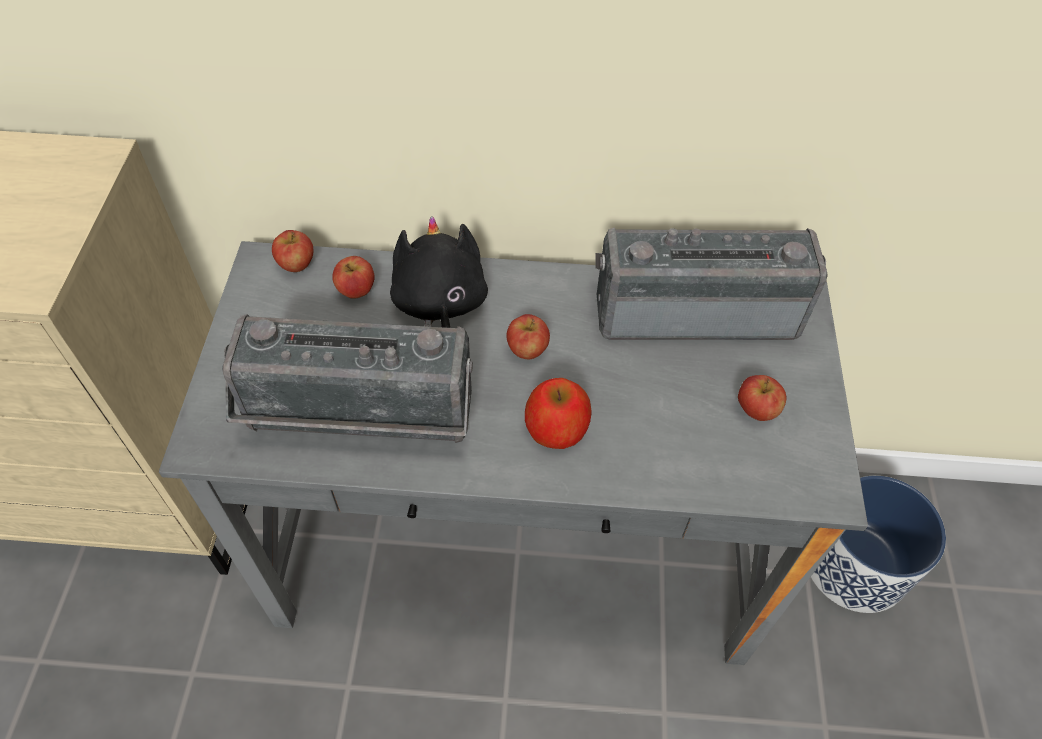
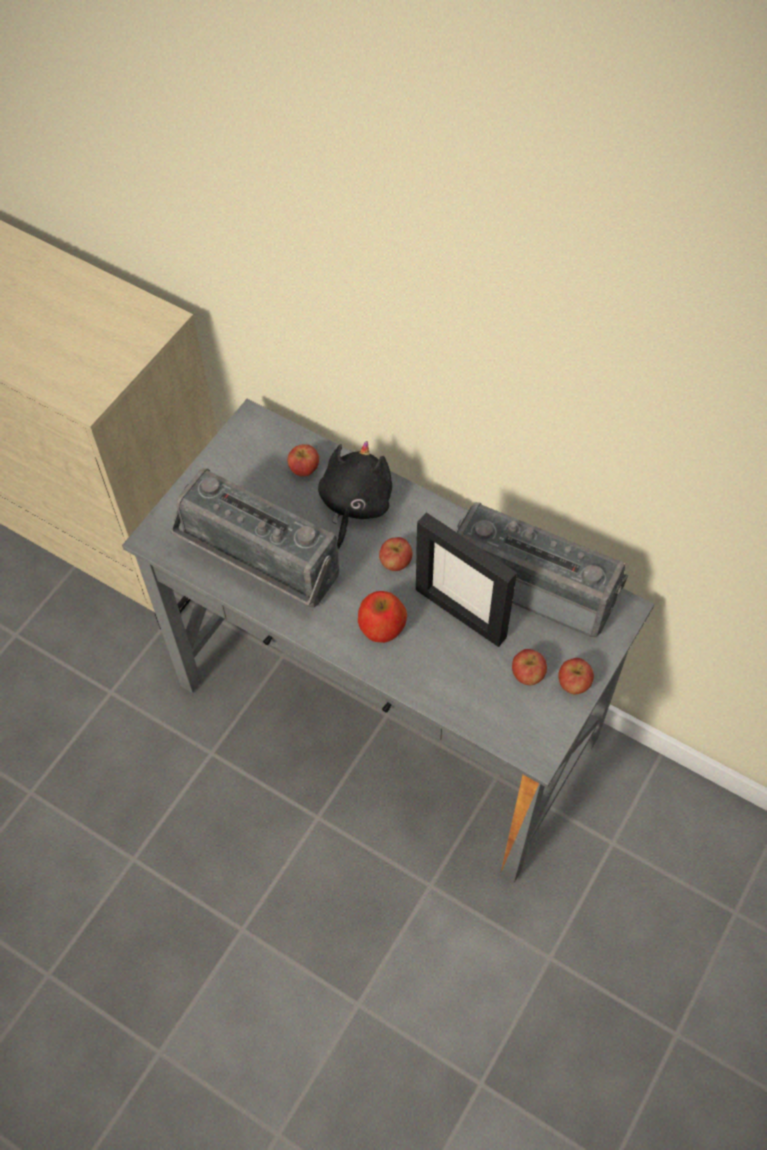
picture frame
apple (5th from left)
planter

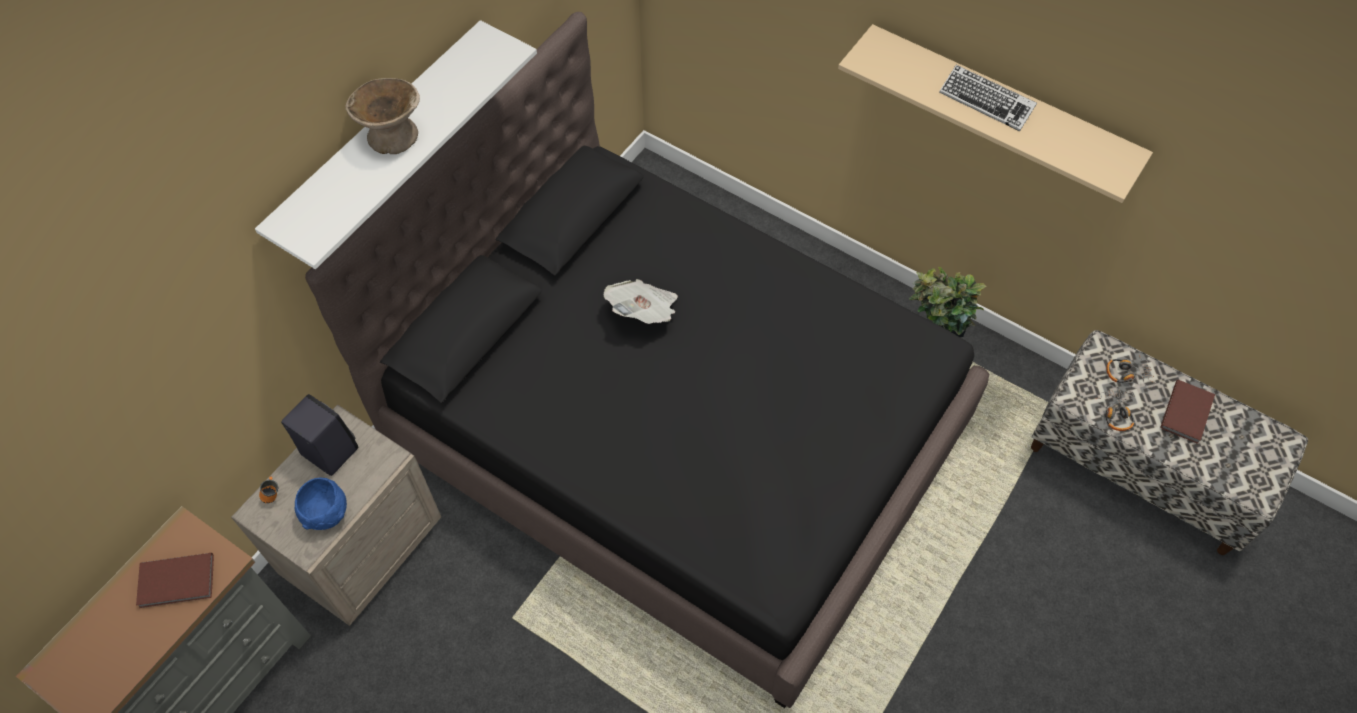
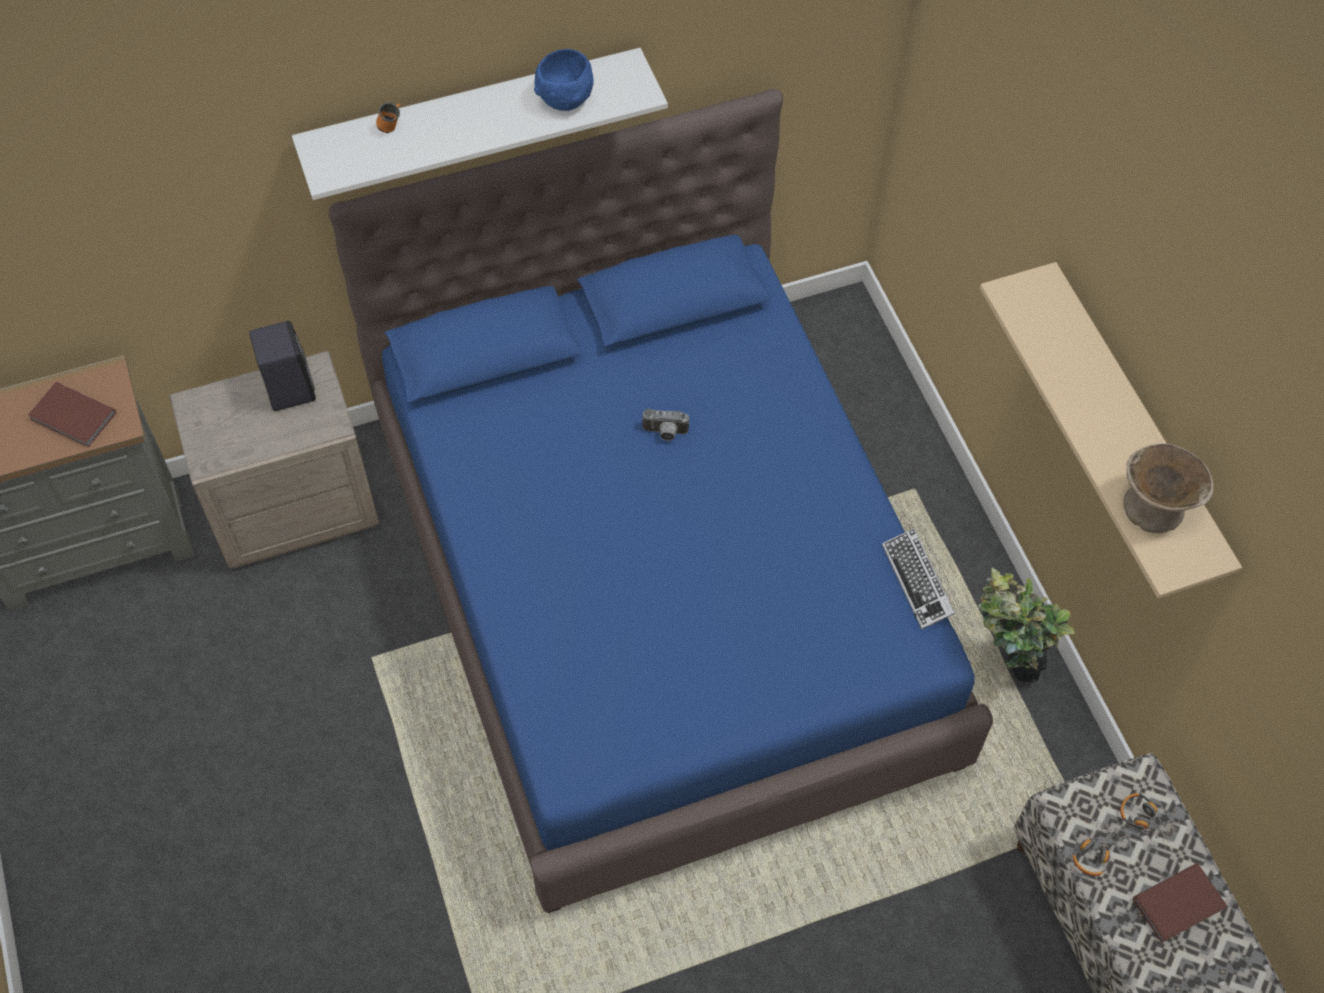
sleeping bed (blue)
tea mug (orangey)
bowl (blue)
still camera
keyboard
bowl (beige-coloured)

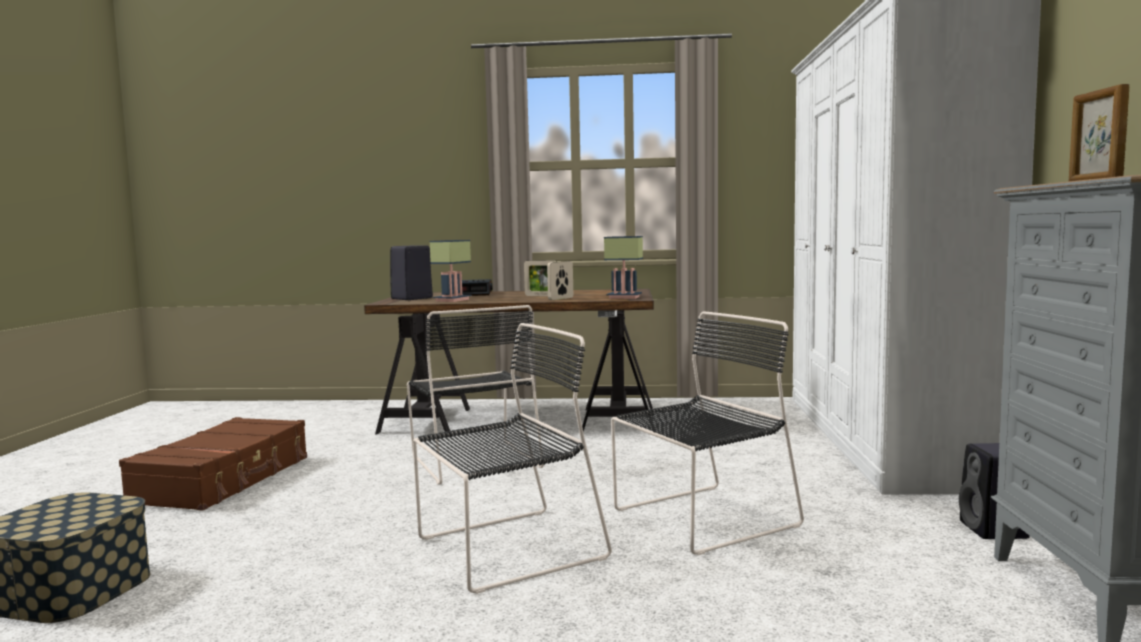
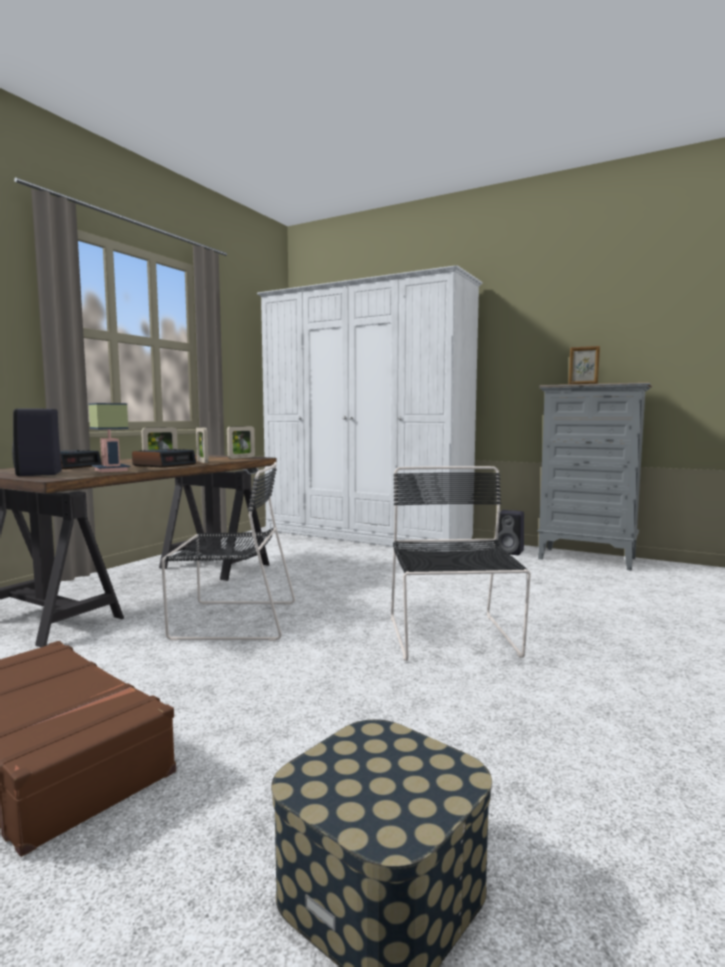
bedside clock (2nd from left)
picture frame (3rd from left)
chair (blackish) (3rd from left in the first image)

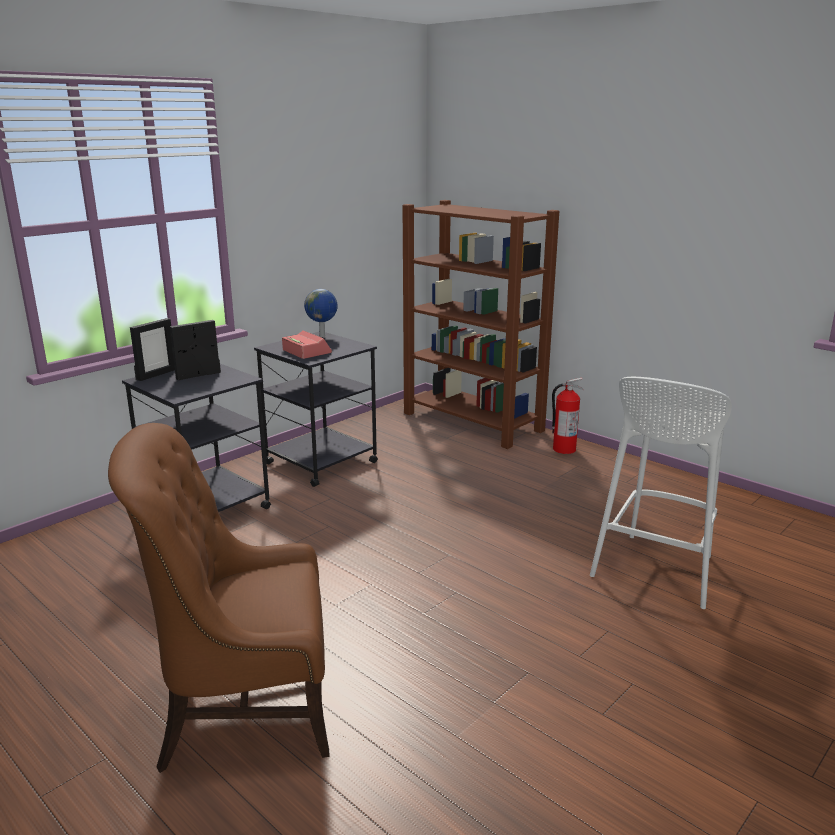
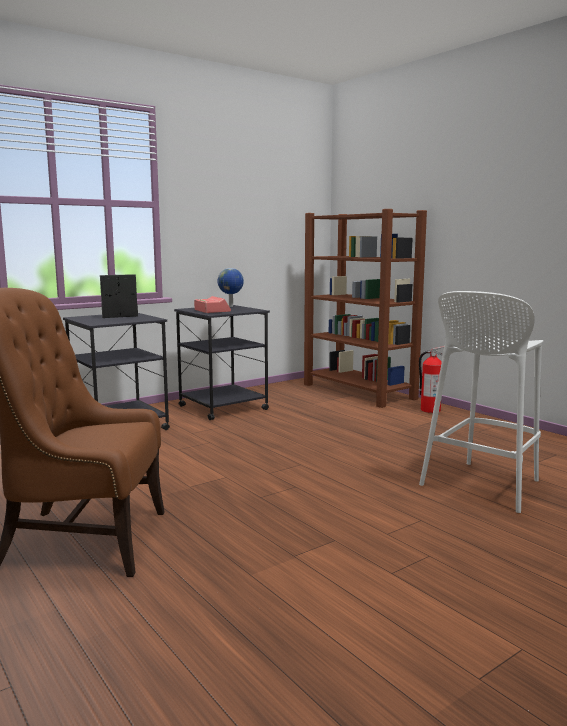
picture frame (1st from left in the first image)

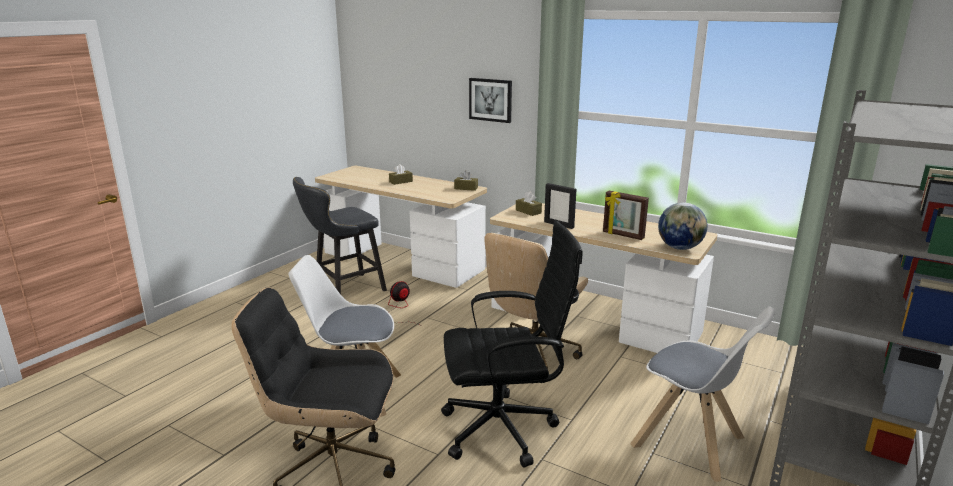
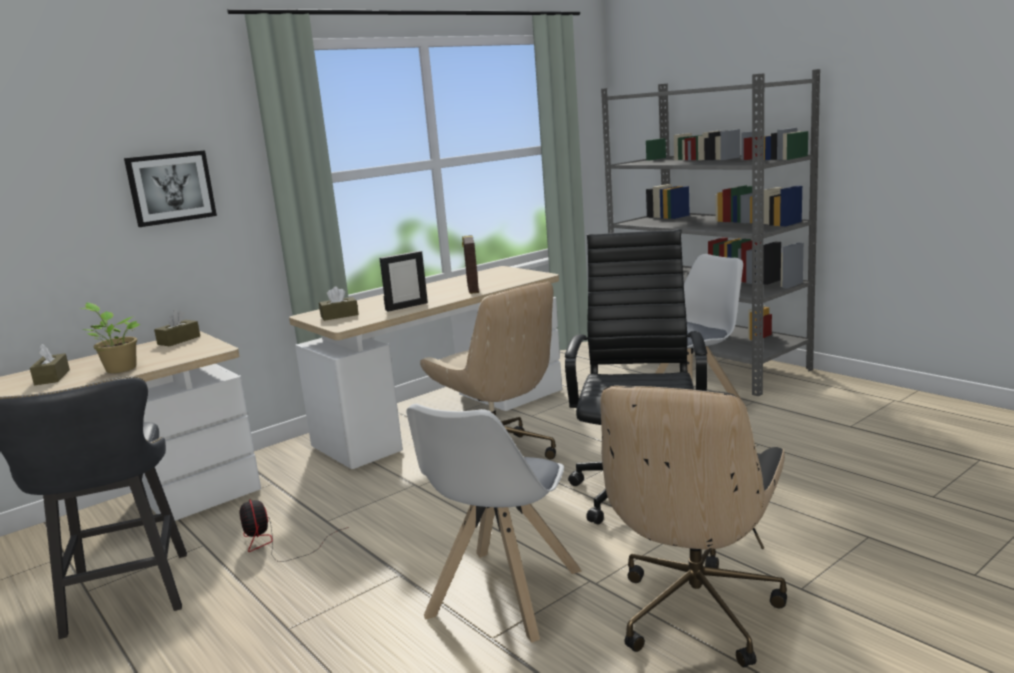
potted plant
picture frame (2nd from left)
world globe

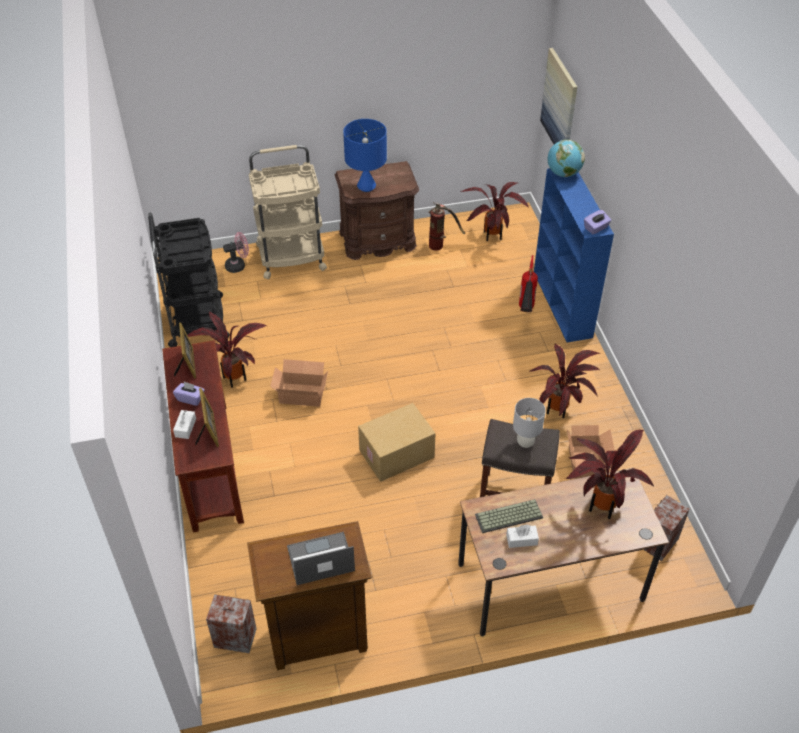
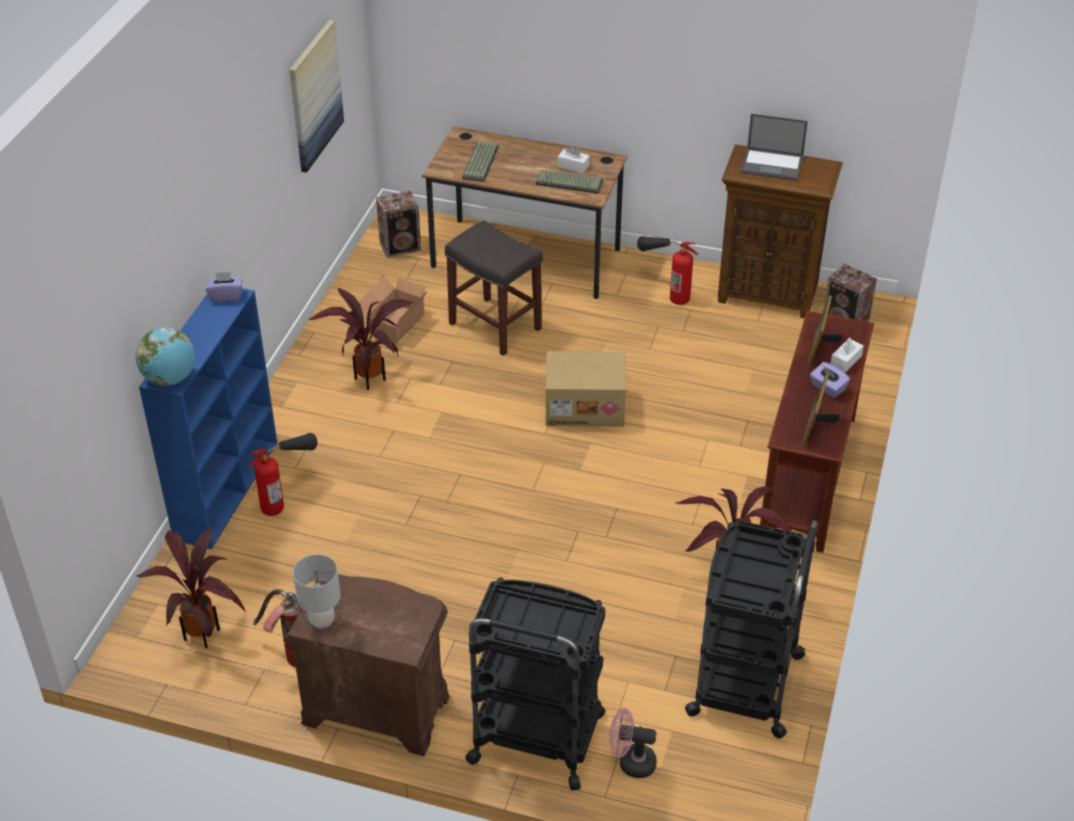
wall art
table lamp (grey)
keyboard (1st from left)
wheeled cart (blackish) (1st from left)
extinguisher (3rd from left)
carton (1st from left in the first image)
table lamp (blue)

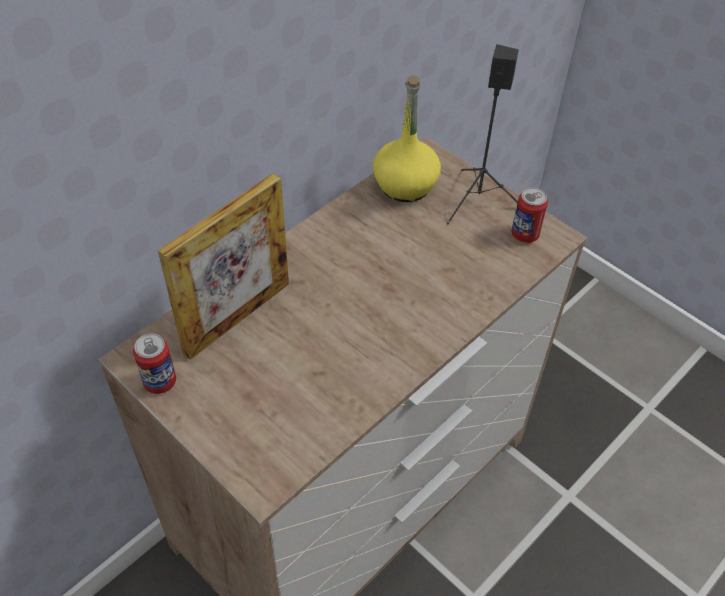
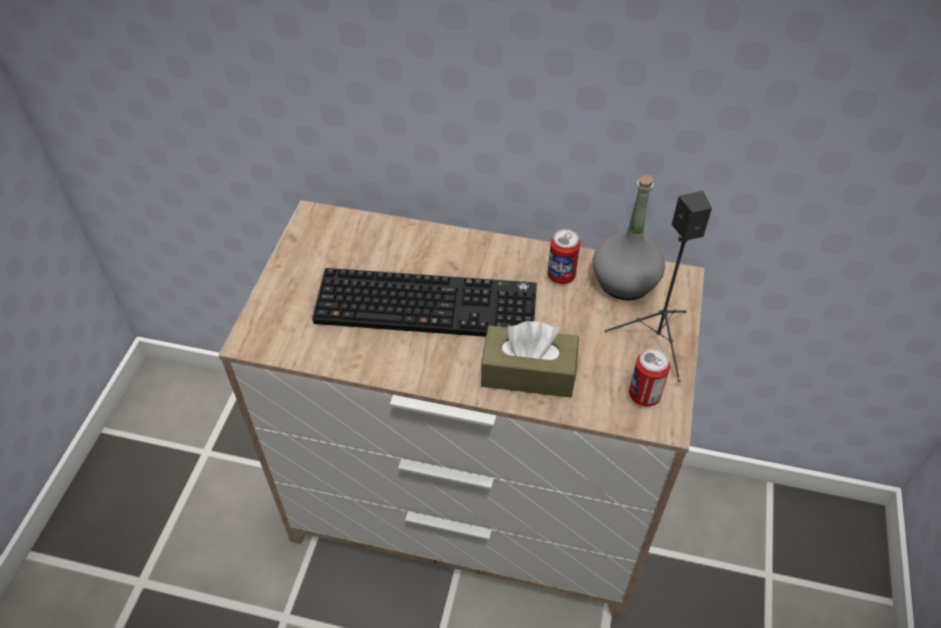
keyboard
box of tissues (brownish)
metal can (1st from left)
drink bottle (grey)
picture frame

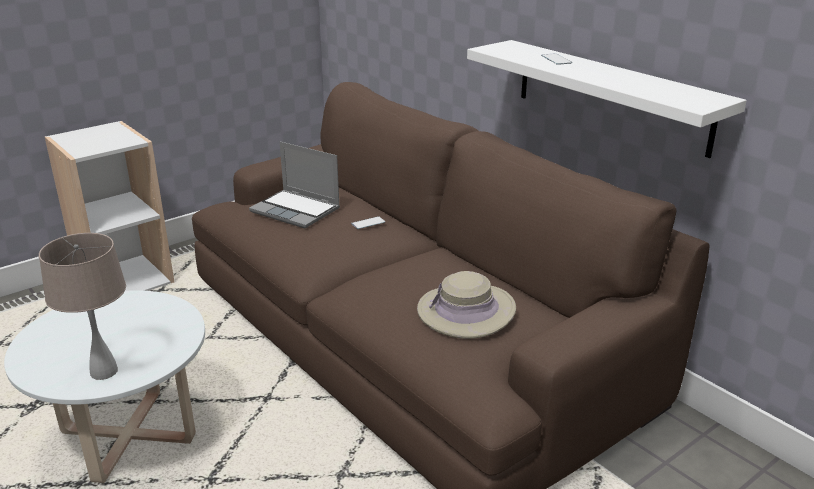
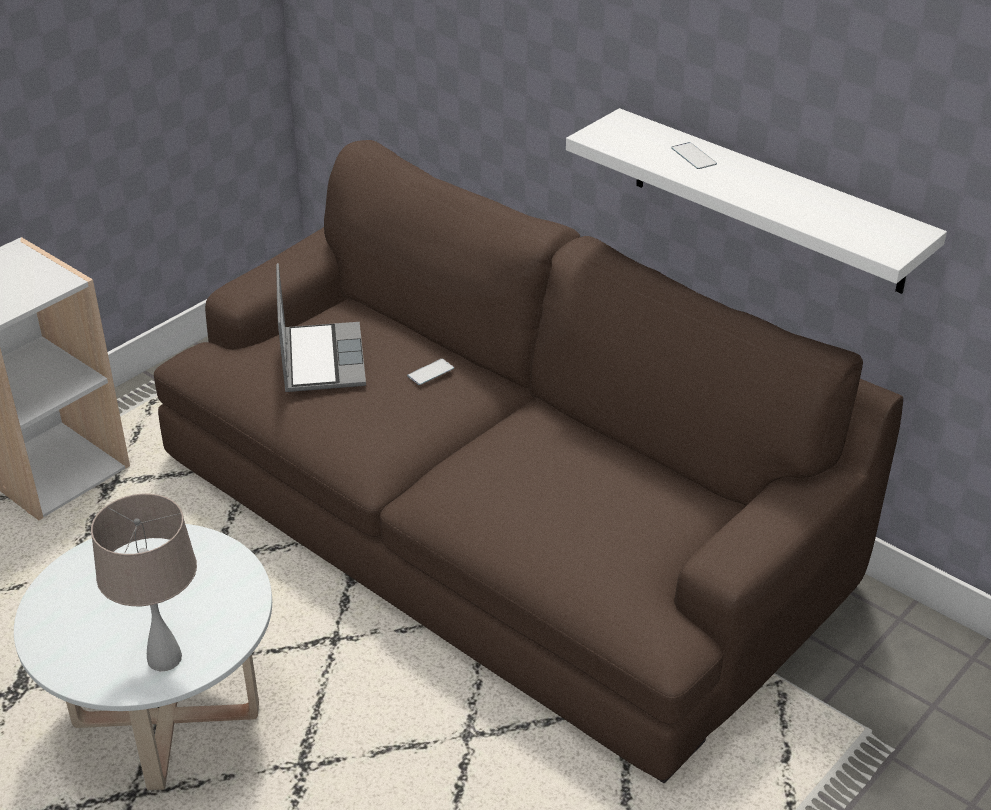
portable computer
hat (beige-coloured)

